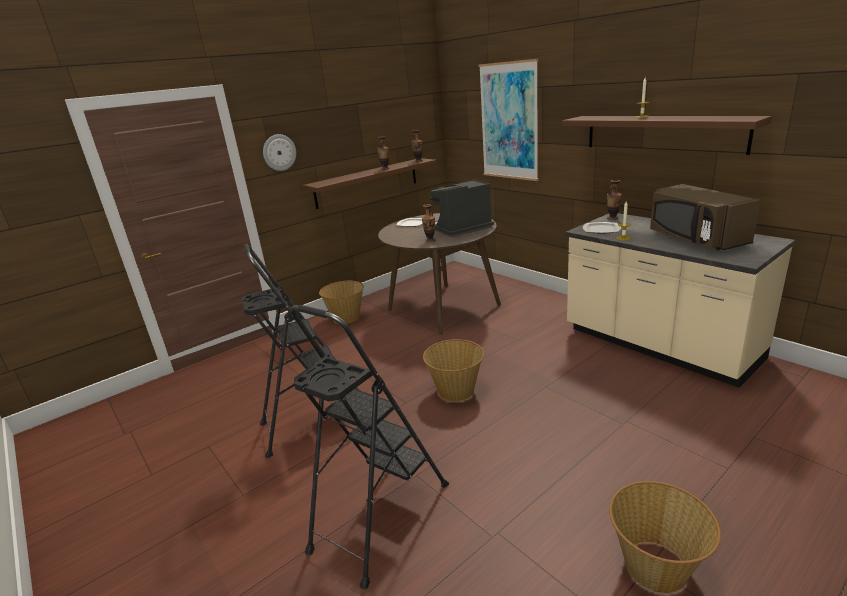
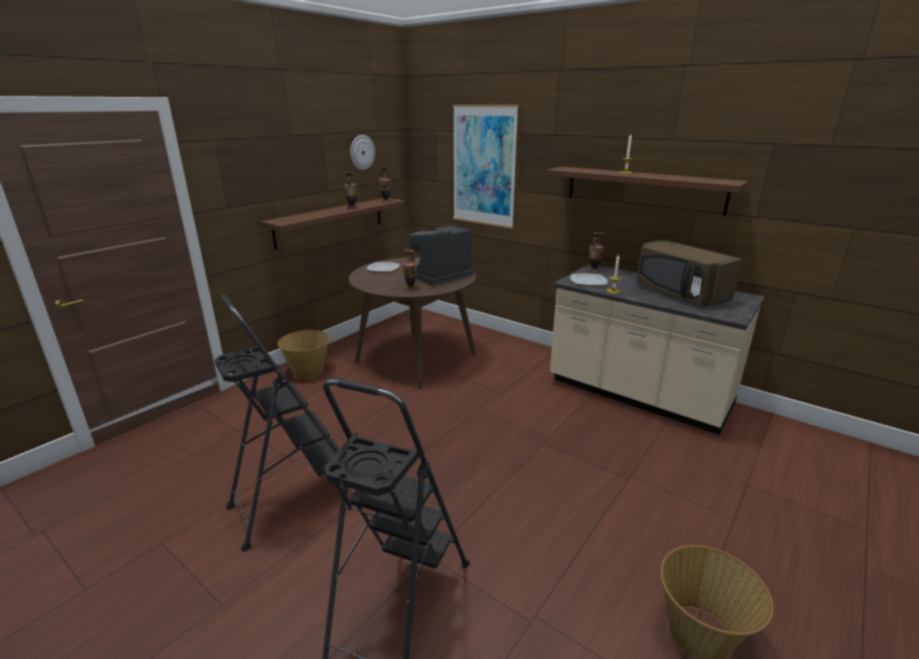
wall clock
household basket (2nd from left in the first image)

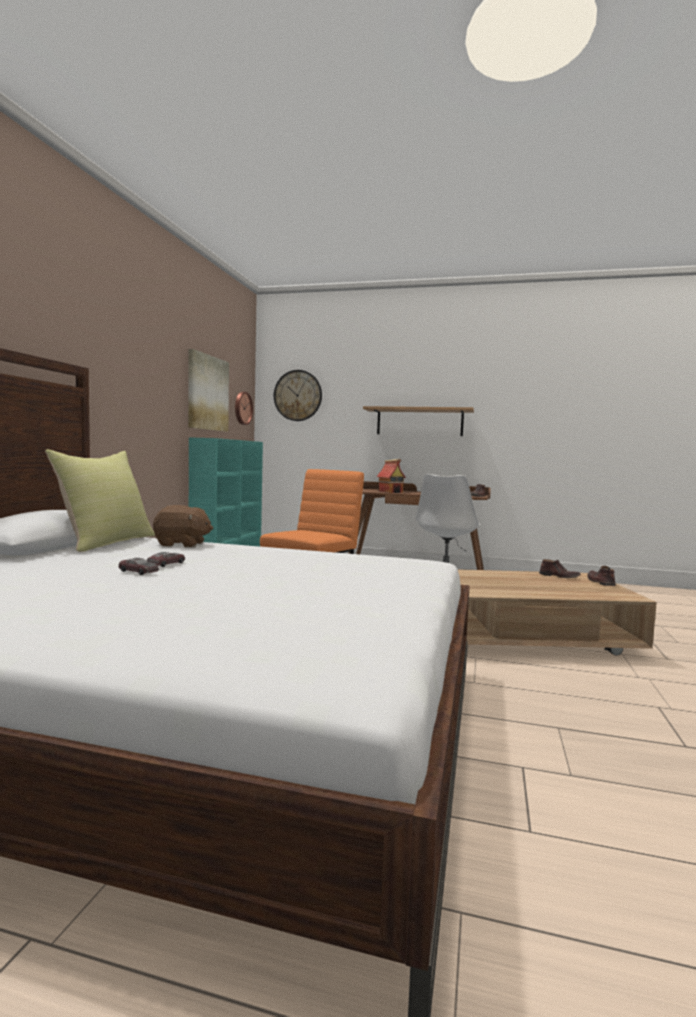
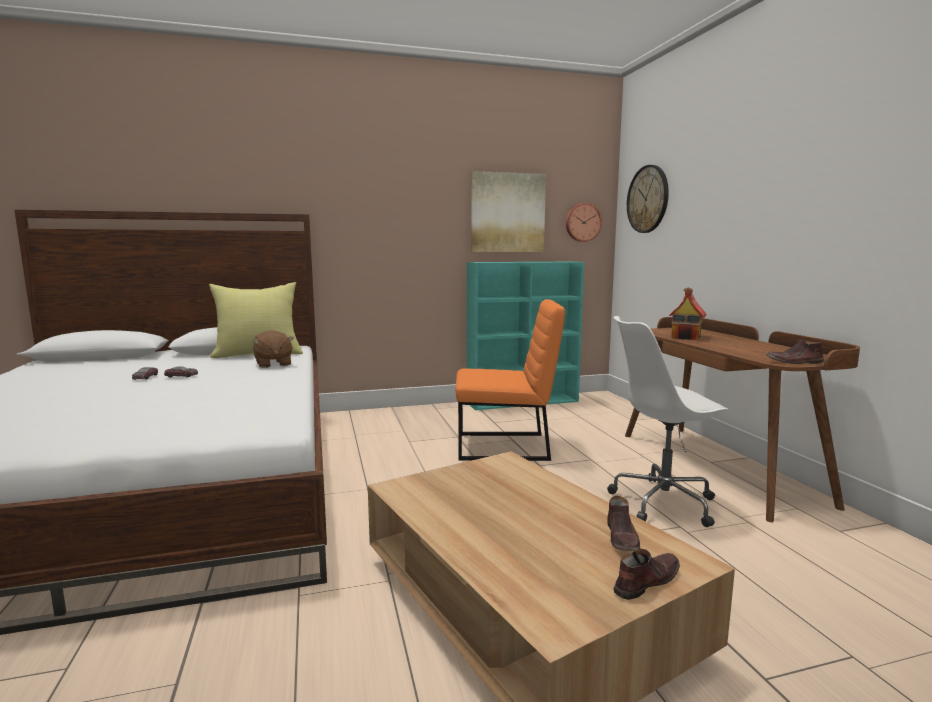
wall shelf

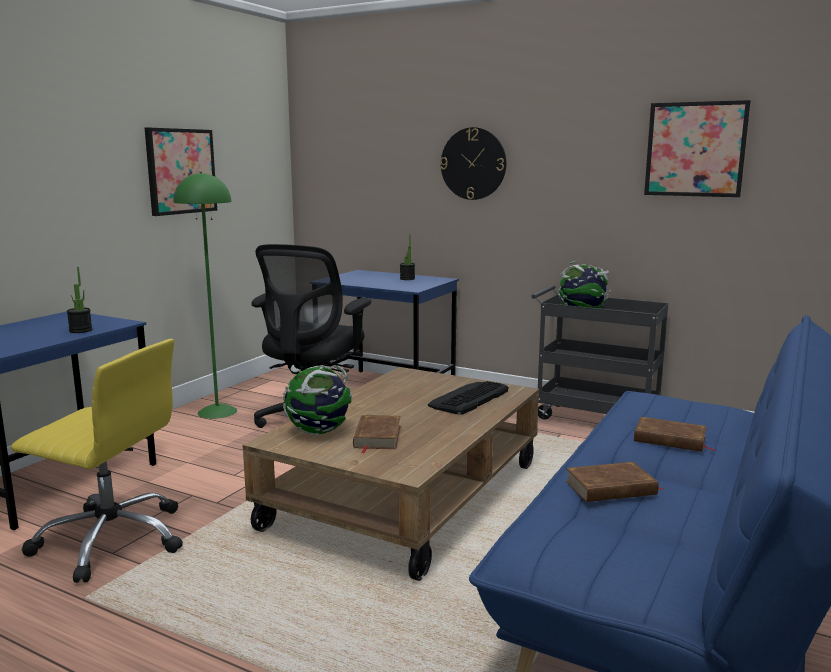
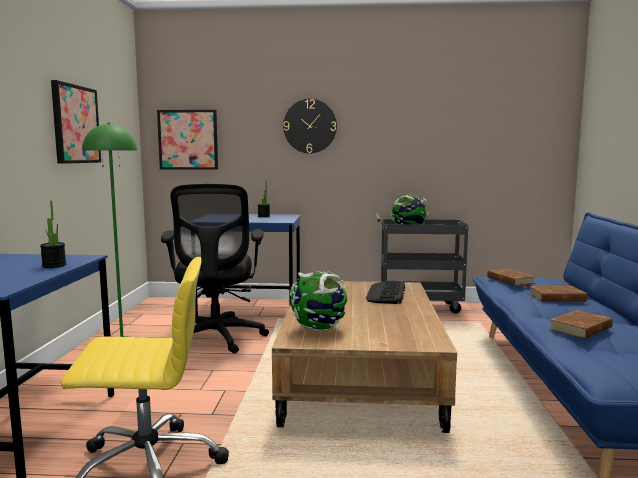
wall art (2nd from left)
volume (brownish) (1st from left)

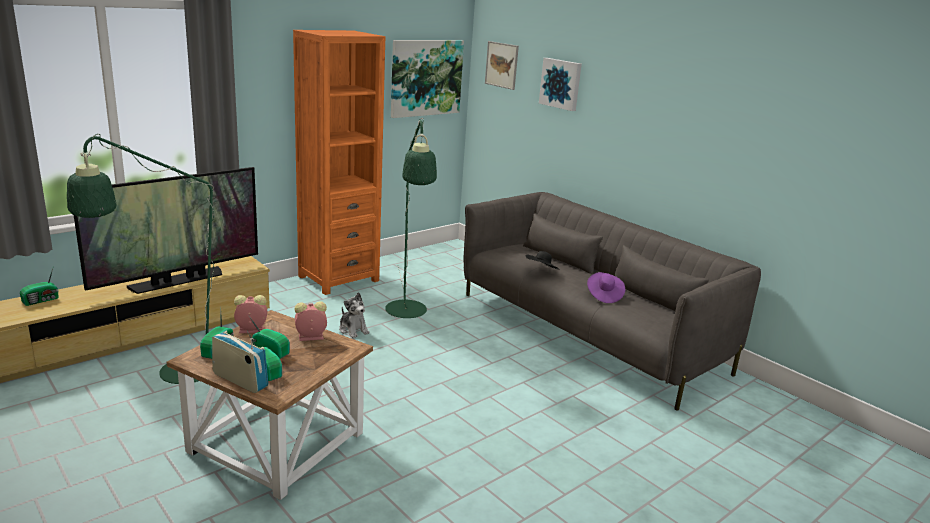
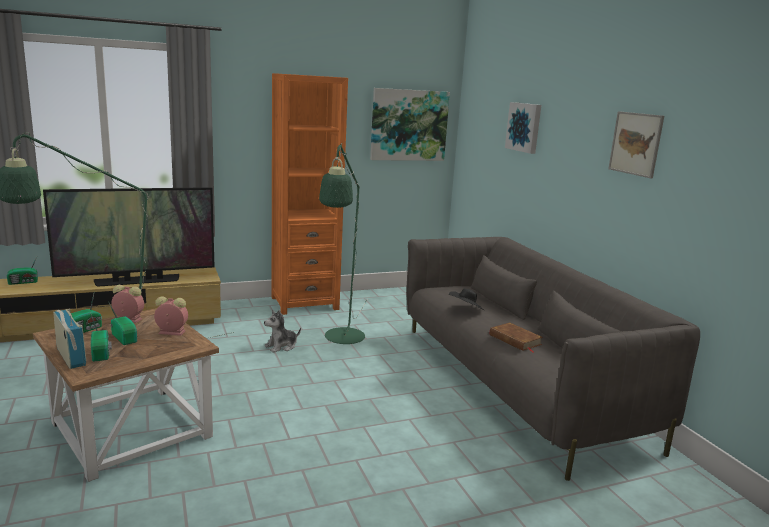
plush toy
volume (brownish)
wall art (3rd from left)

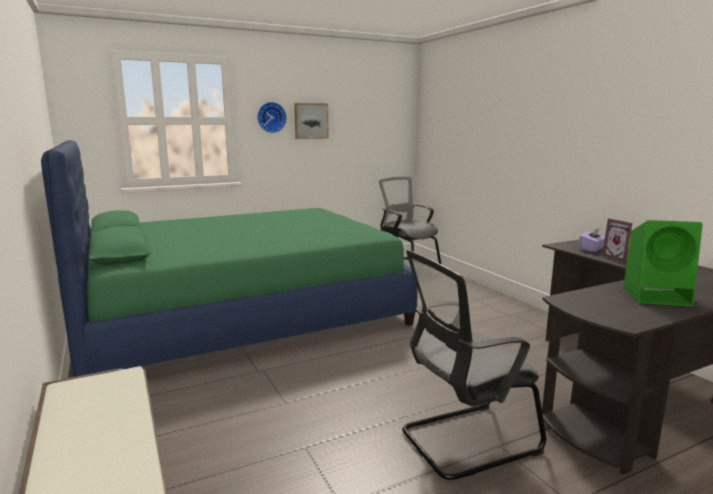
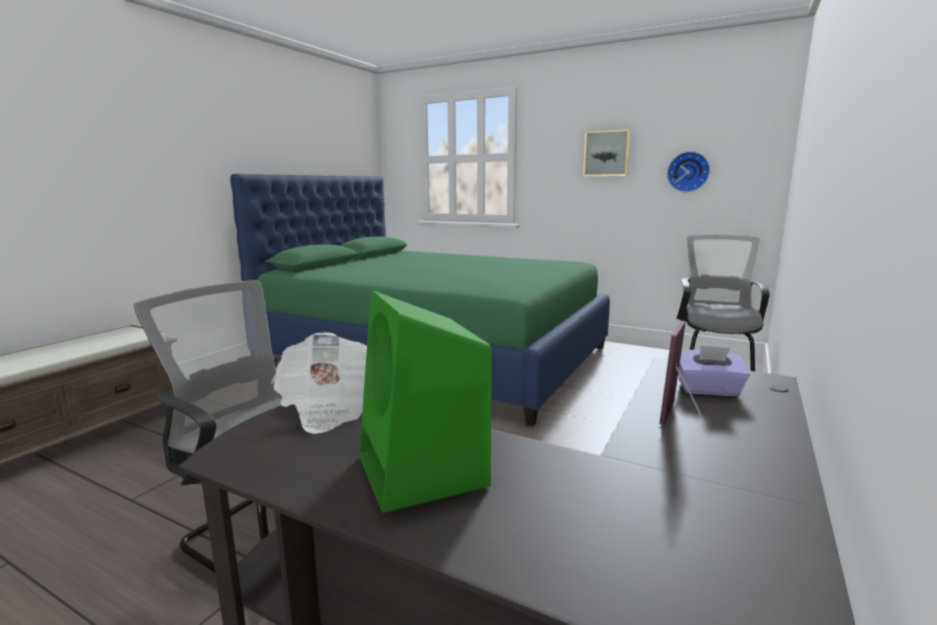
newspaper
wall clock

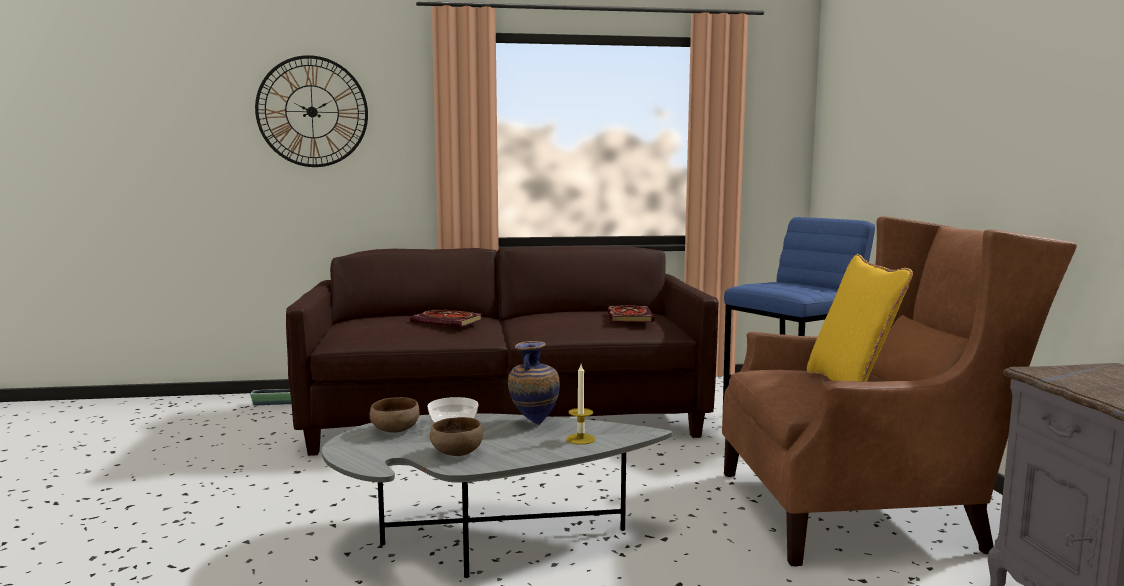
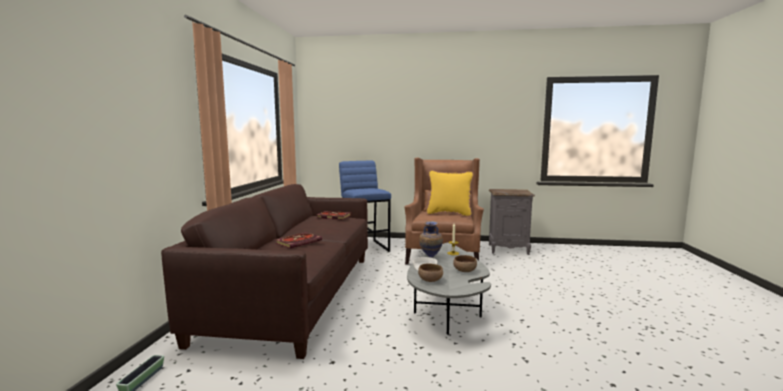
wall clock

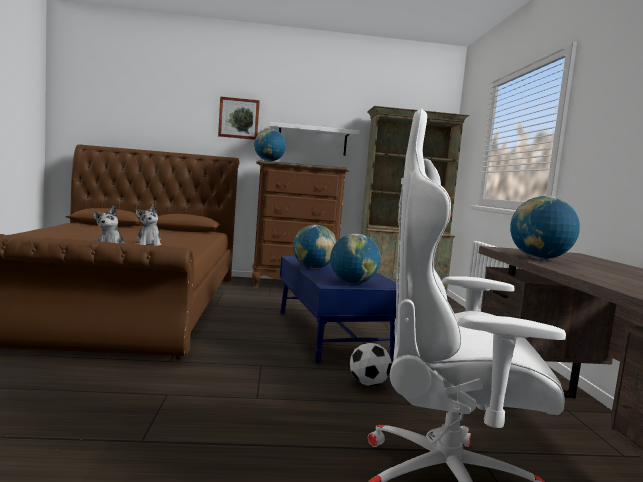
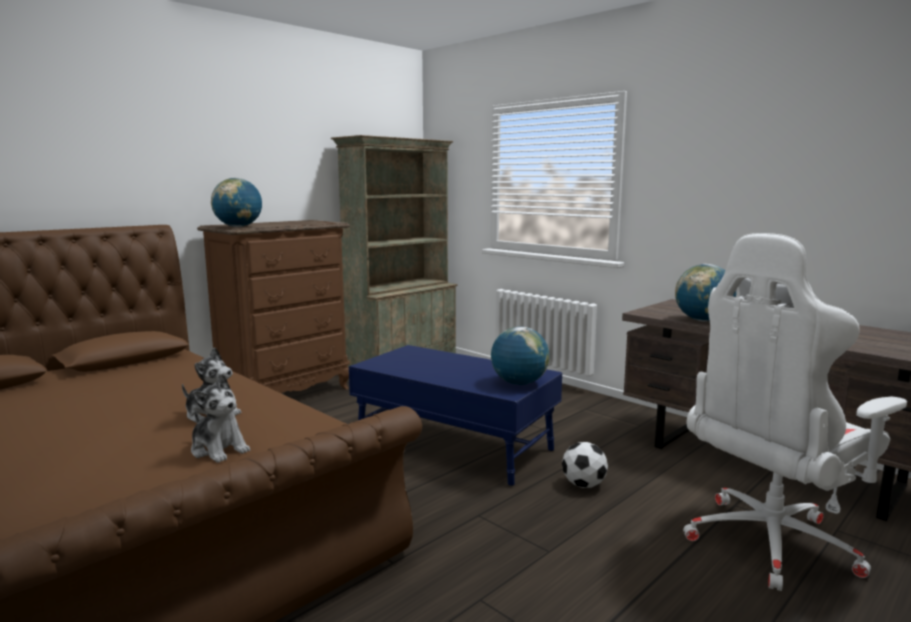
wall art
wall shelf (whitish)
world globe (2nd from left in the first image)

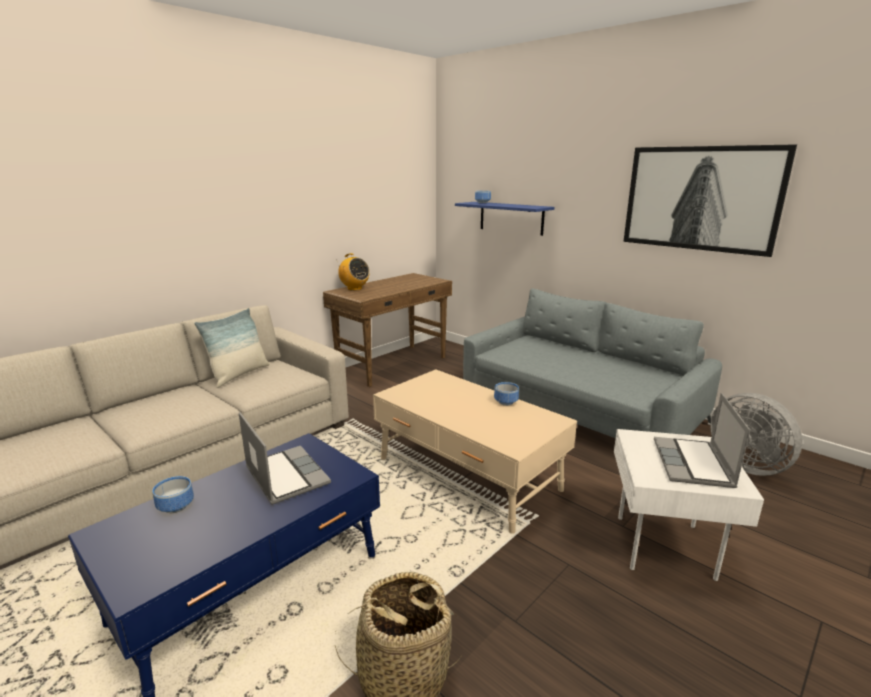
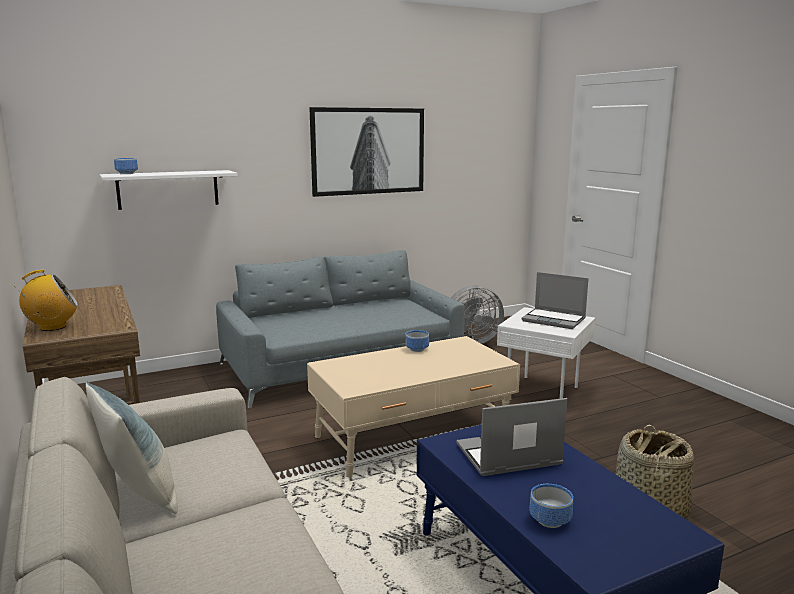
wall shelf (whitish)

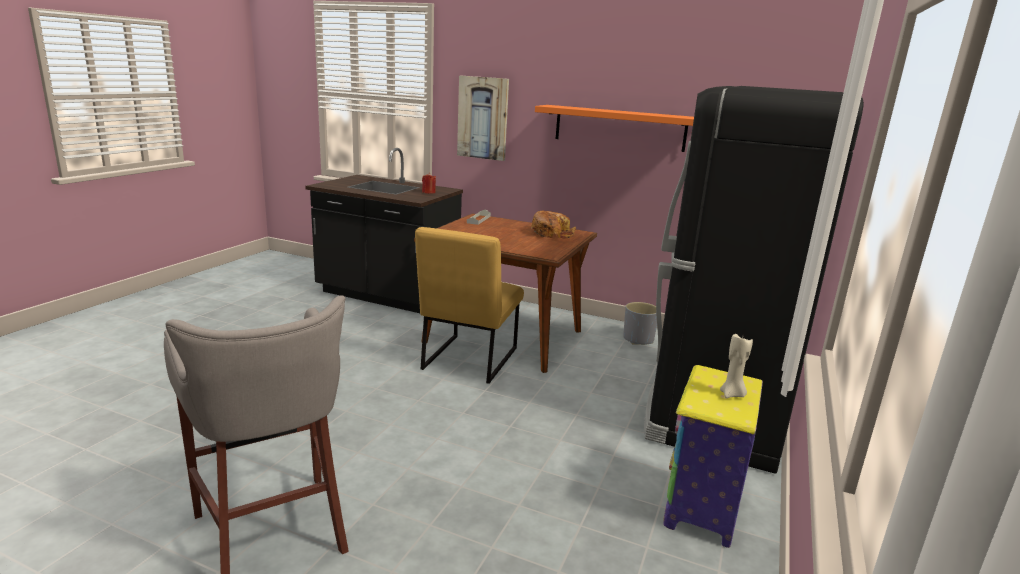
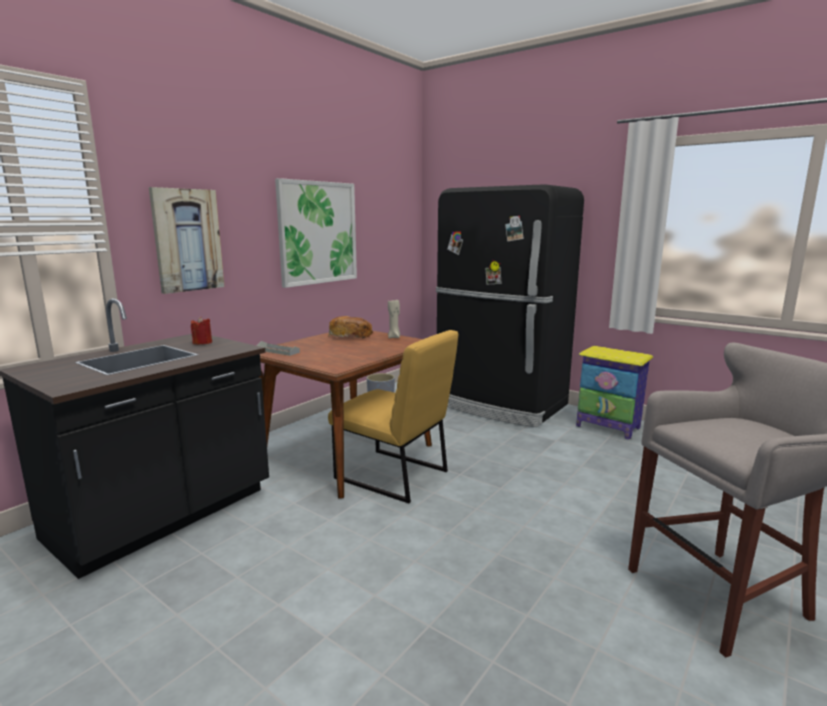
wall art (2nd from left)
candle (beige-coloured)

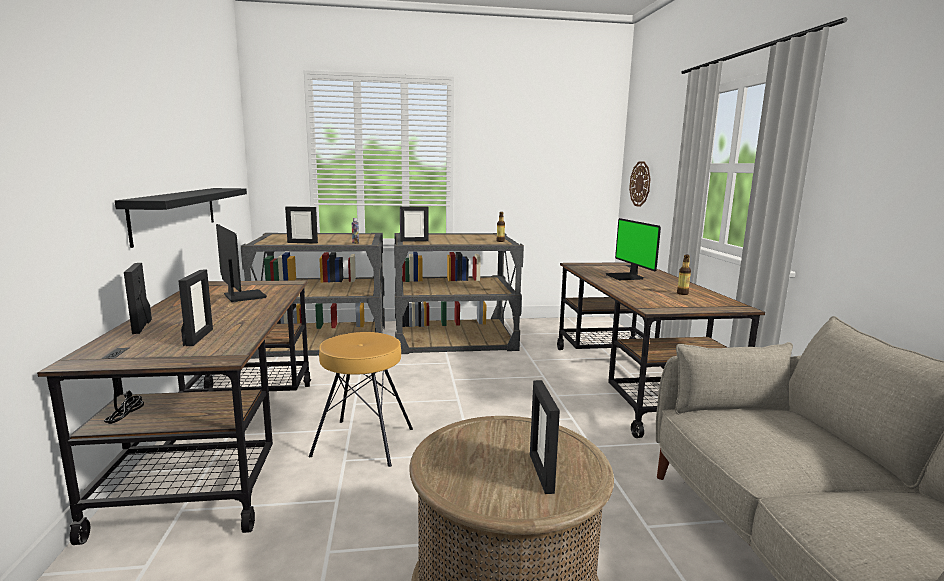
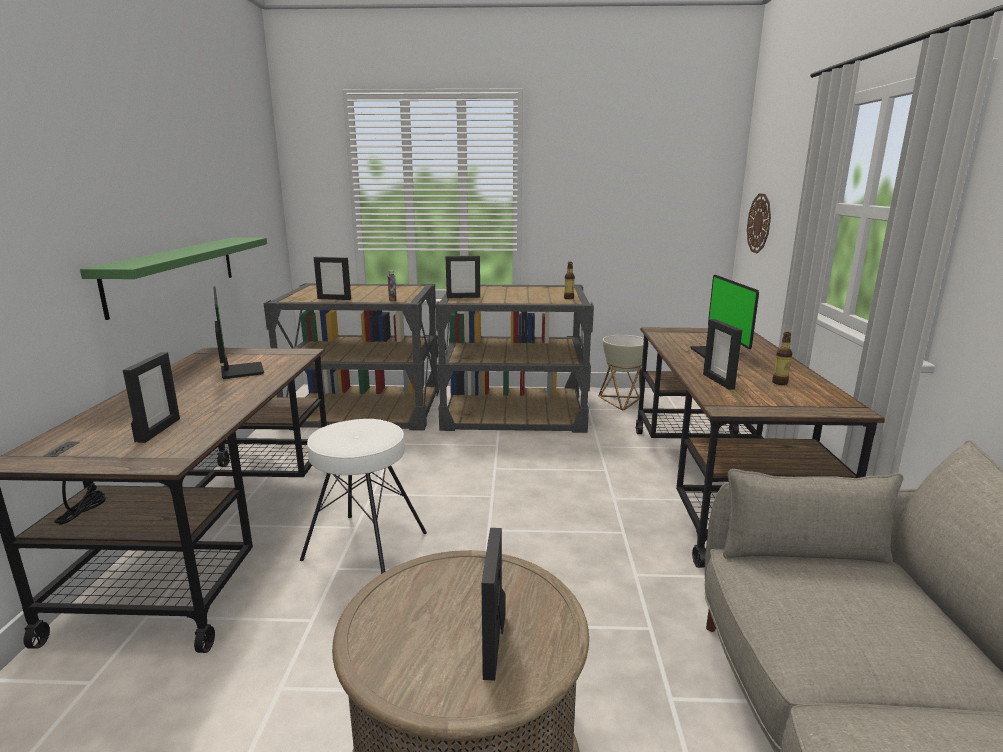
wall shelf (greenish)
stool seat (whitish)
planter
picture frame (5th from left)

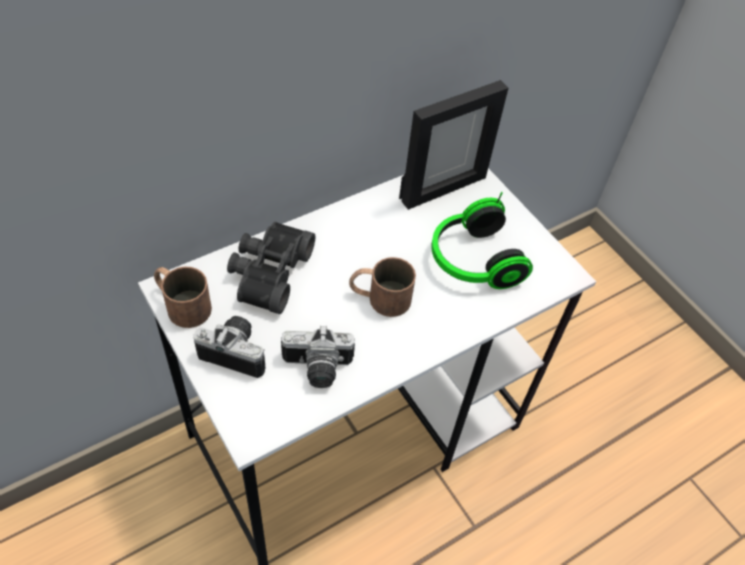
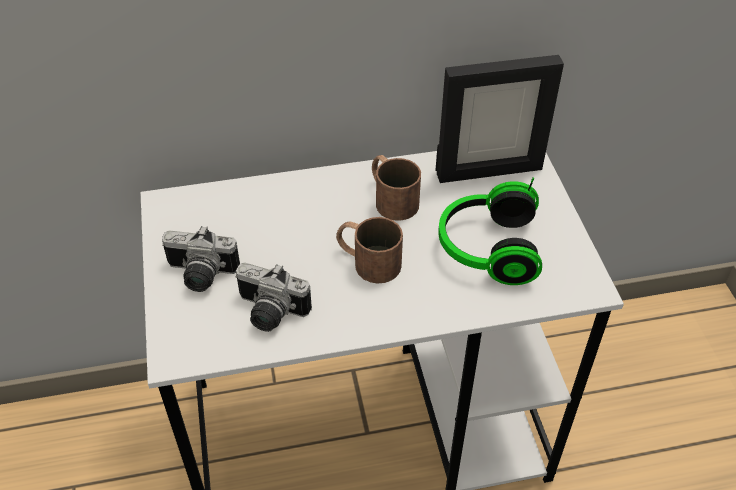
still camera (1st from left)
tea mug (brownish) (2nd from left)
field glasses (blackish)

